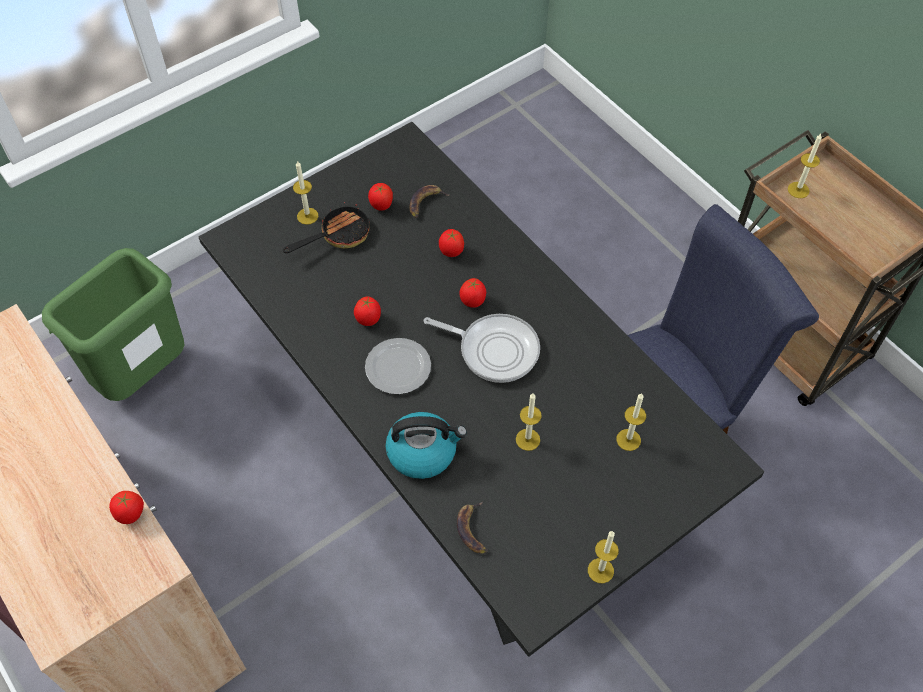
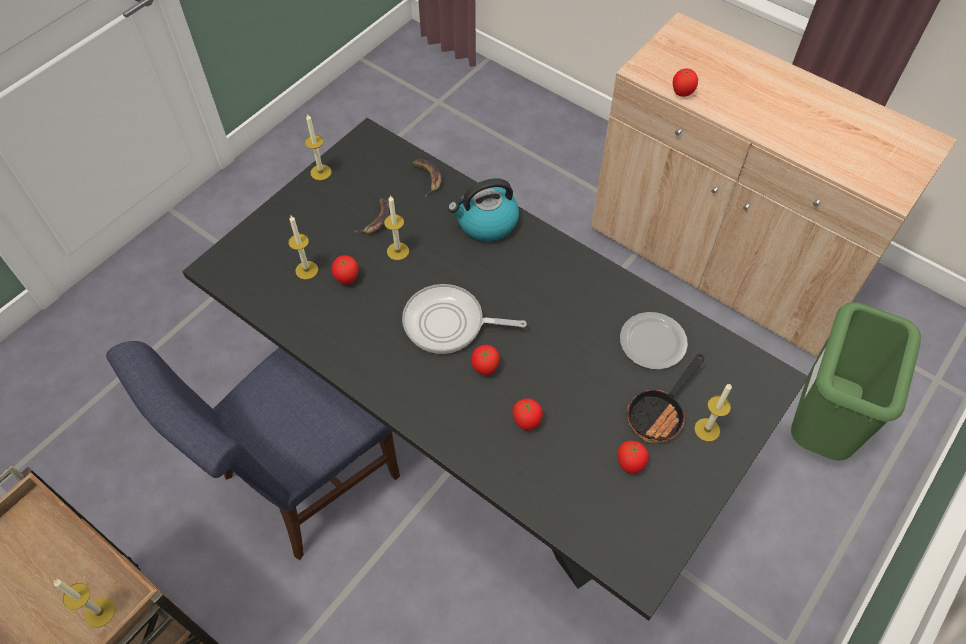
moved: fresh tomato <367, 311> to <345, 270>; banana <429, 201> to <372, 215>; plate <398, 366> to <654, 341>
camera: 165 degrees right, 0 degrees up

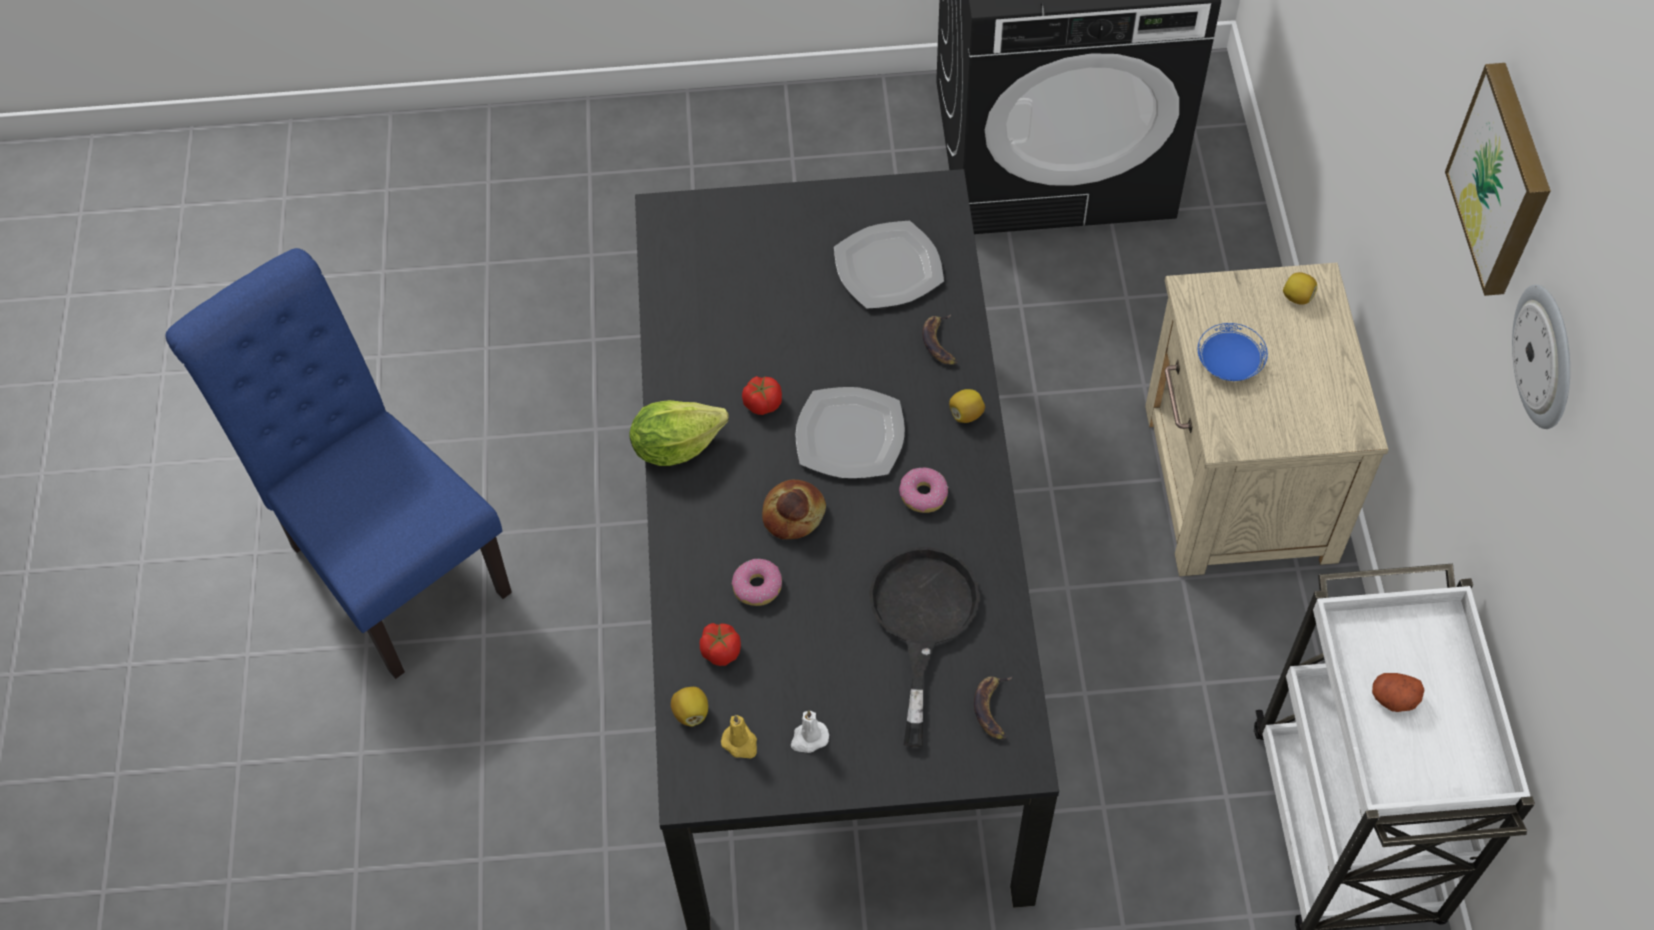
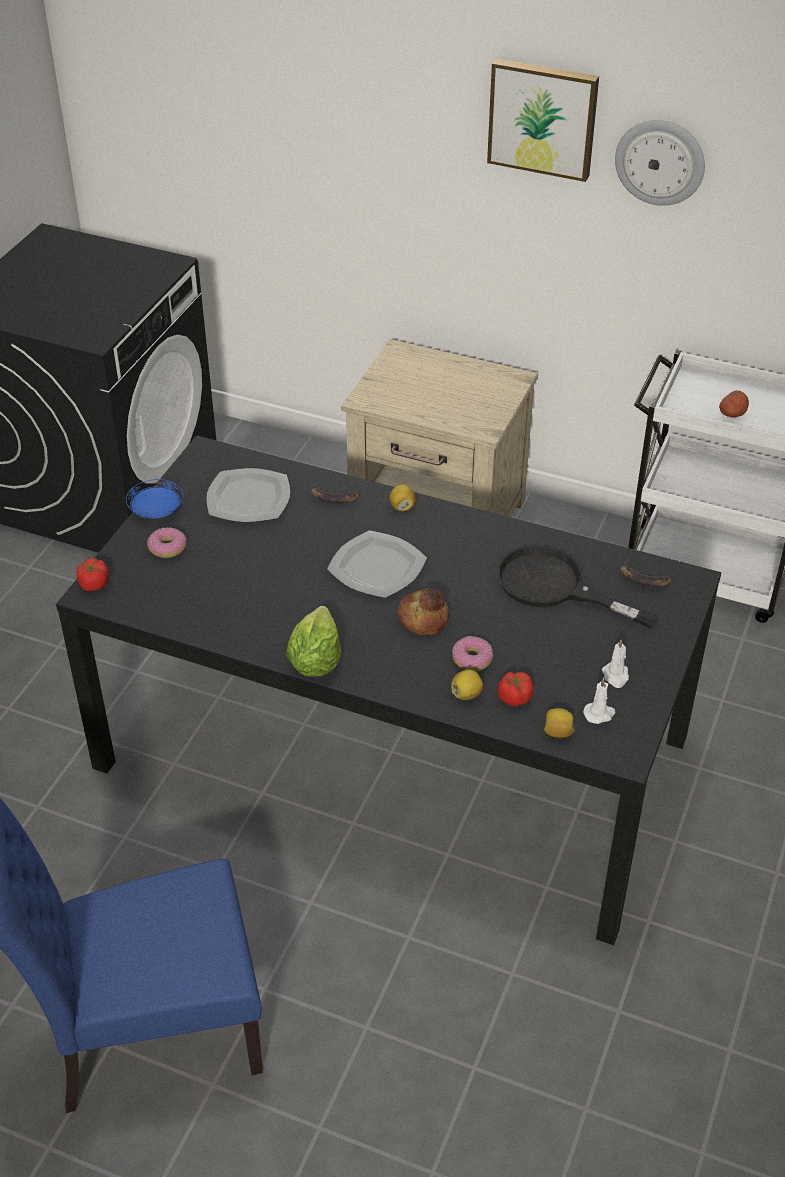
moved: fresh tomato <762, 395> to <93, 575>; plate/blue-coloured <1233, 352> to <154, 499>; ring doughnut <923, 490> to <167, 543>; citrus fruit <1300, 288> to <467, 684>
recoloured: wax light/yellowish <739, 736> to wax light/white-coloured <599, 701>
camera: 65 degrees left, 15 degrees down

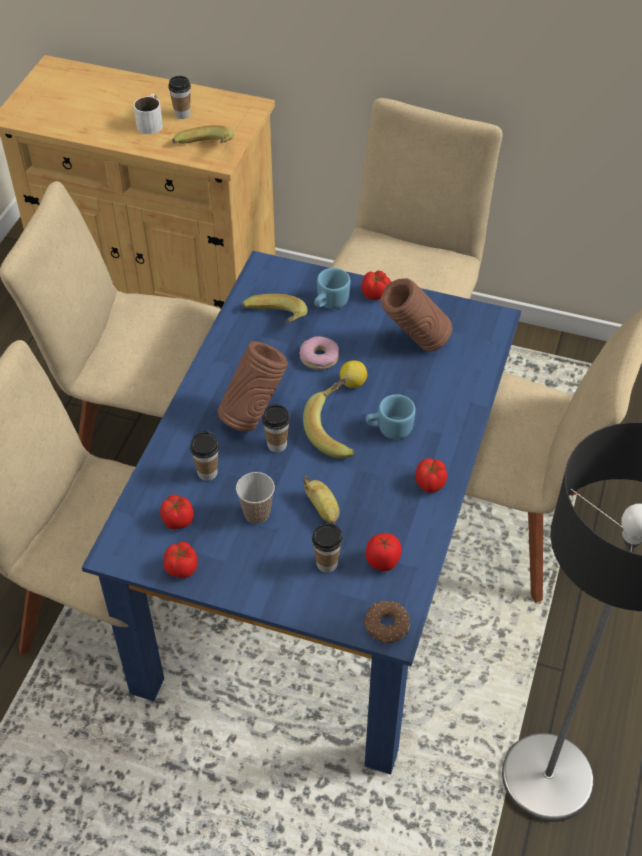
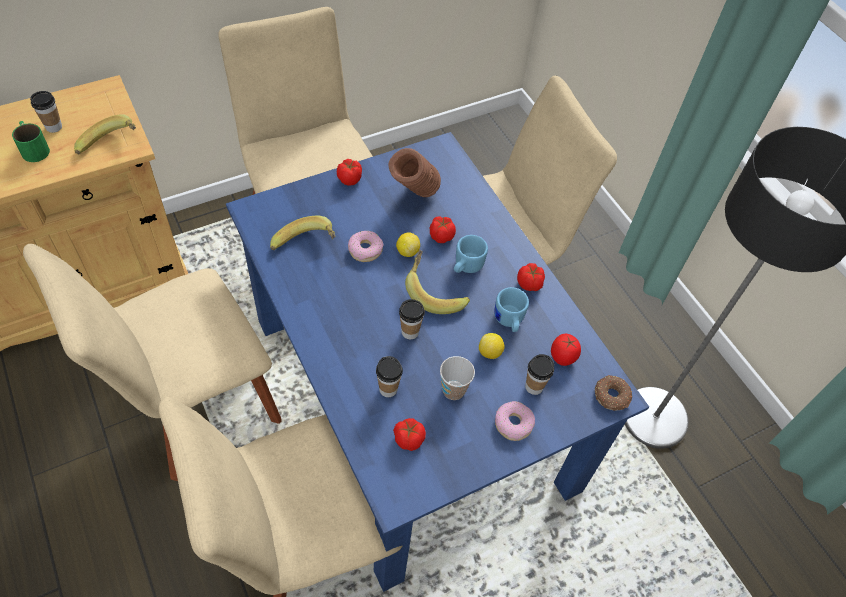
removed: flower vase/brown-coloured <253, 386>
added: ring doughnut <515, 421>
moved: fresh tomato <180, 560> to <443, 229>; tea mug/blue-coloured <332, 288> to <511, 309>
replaced: banana <321, 500> to citrus fruit <492, 346>
recoloured: tea mug/white-coloured <148, 114> to tea mug/greenish <31, 141>
camera: 50 degrees left, 5 degrees up

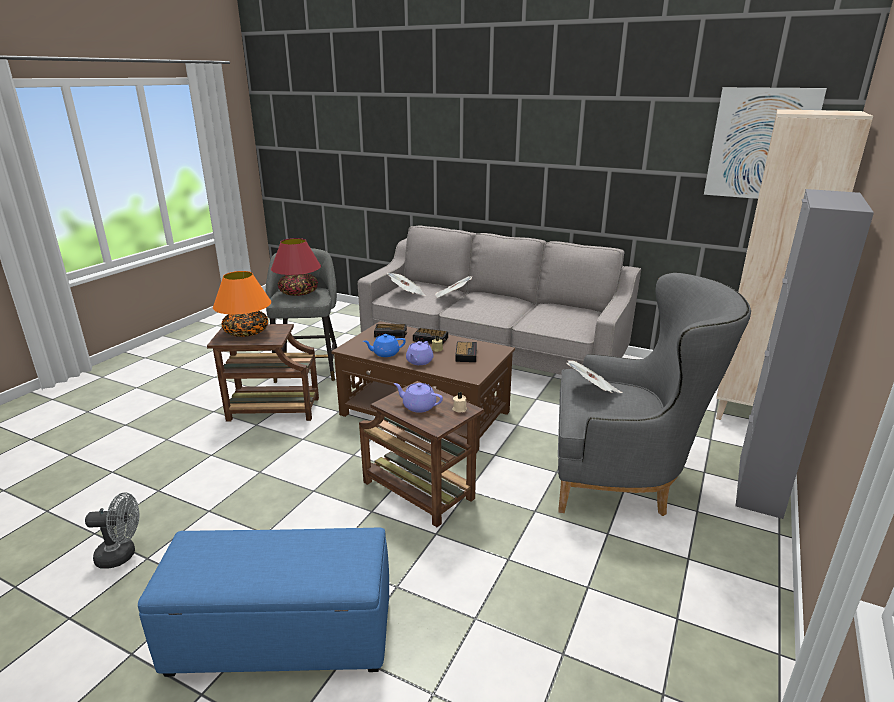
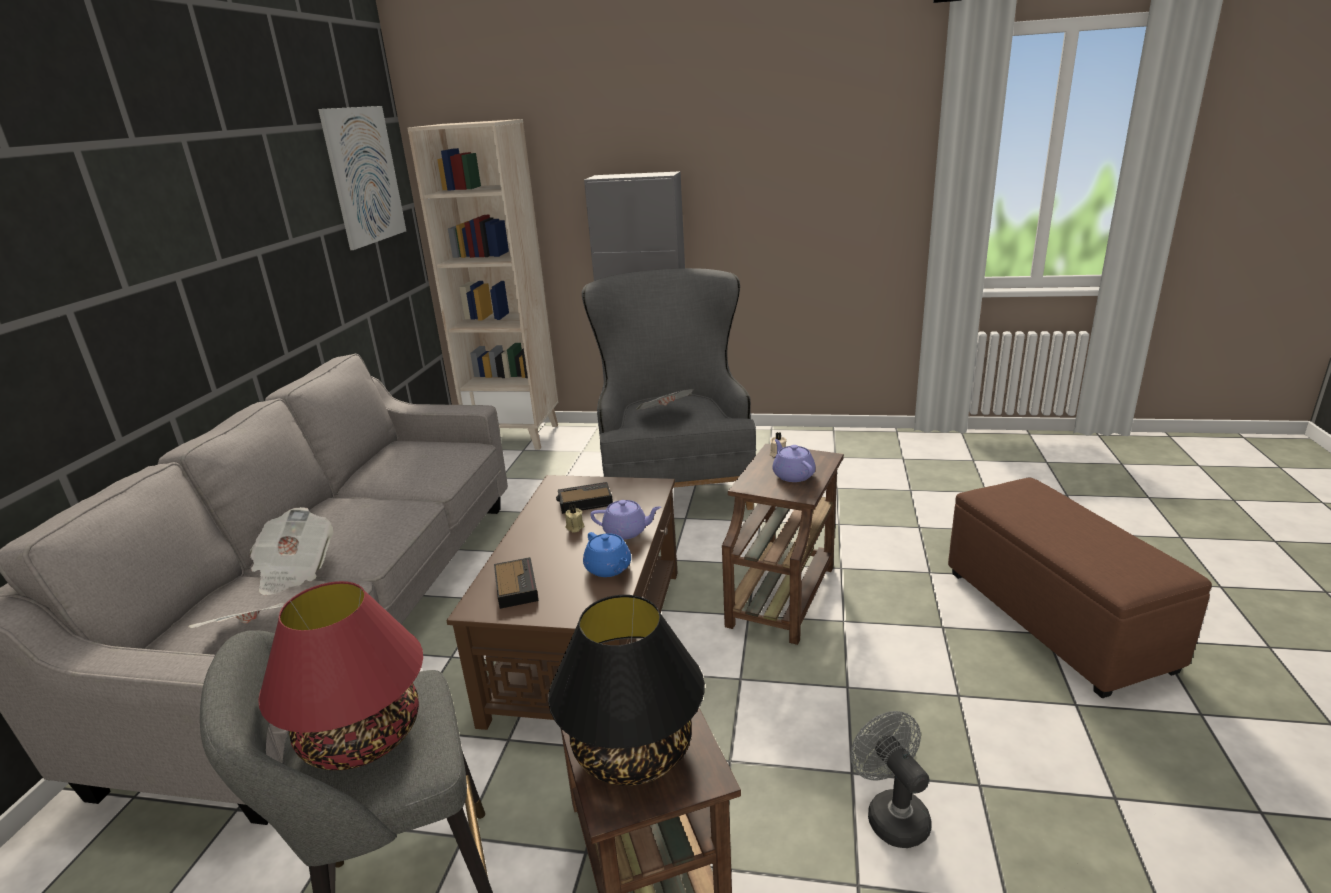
removed: table clock <430, 336>
moved: fan/gray <112, 531> to <891, 779>
recoloured: table lamp/orangey <242, 304> to table lamp/black <626, 690>; ottoman/blue-coloured <263, 602> to ottoman/brown-coloured <1080, 588>
turned: tea pot/purple <418, 398> = <794, 460> 150 degrees clockwise
camera: 105 degrees left, 0 degrees up

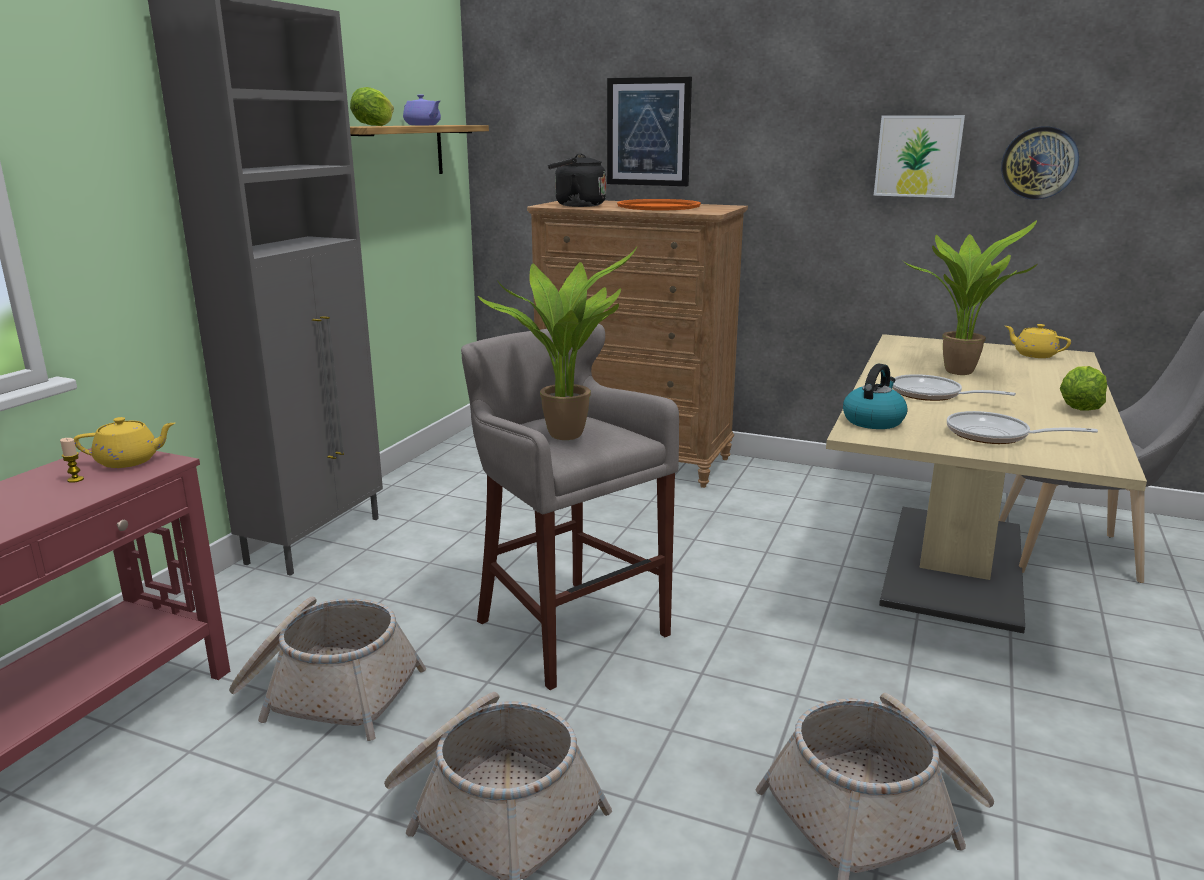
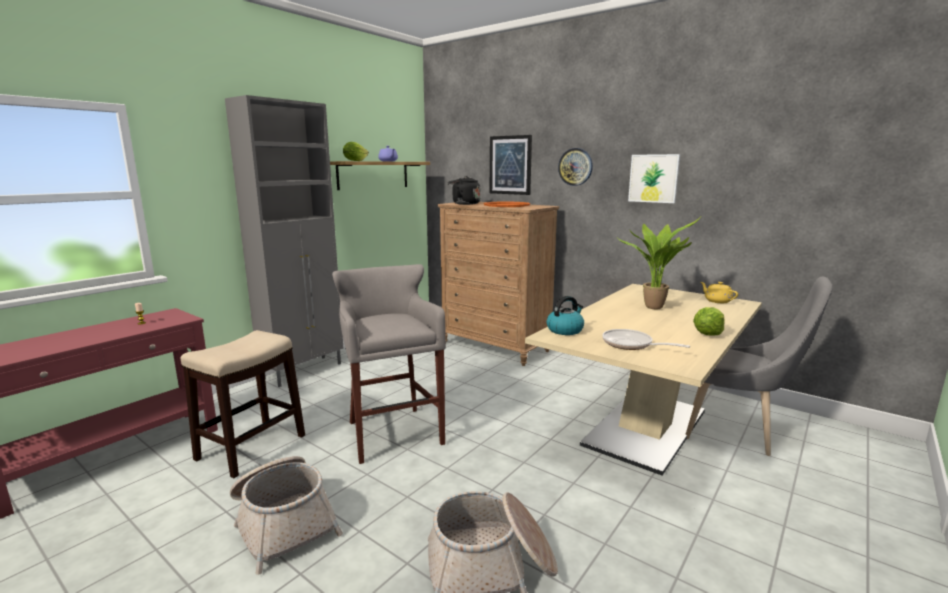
removed: tea pot/yellowish <124, 442>; plant in a pot <557, 343>; frying pan <954, 387>
moved: hanging clock <1040, 163> to <575, 167>
replaced: basket <327, 669> to stool seat <243, 404>
camera: 15 degrees right, 5 degrees down

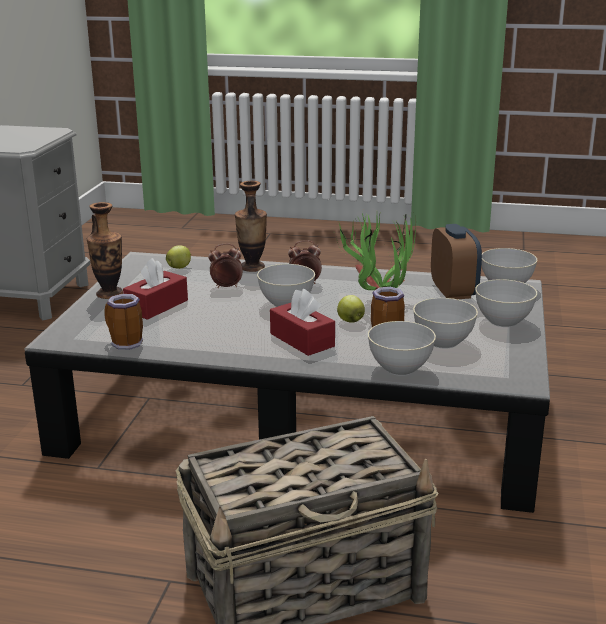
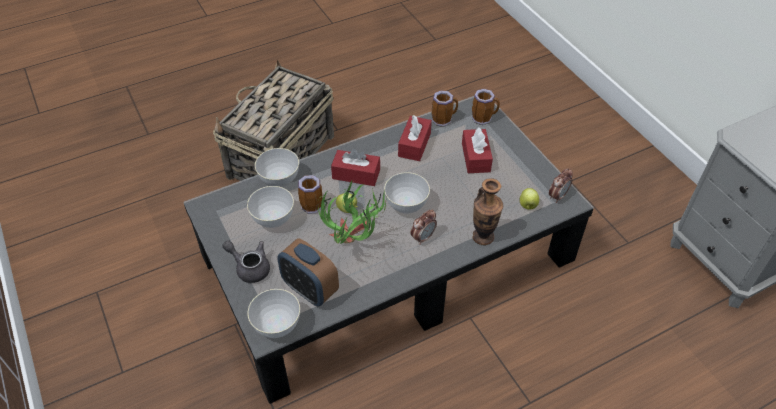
removed: flower vase <105, 250>
added: tissue holder/red <415, 138>; tea mug <486, 107>
moved: table clock <225, 266> to <561, 185>
replaced: serving bowl/gray <506, 303> to tea pot/gray <246, 261>
camera: 140 degrees right, 25 degrees up

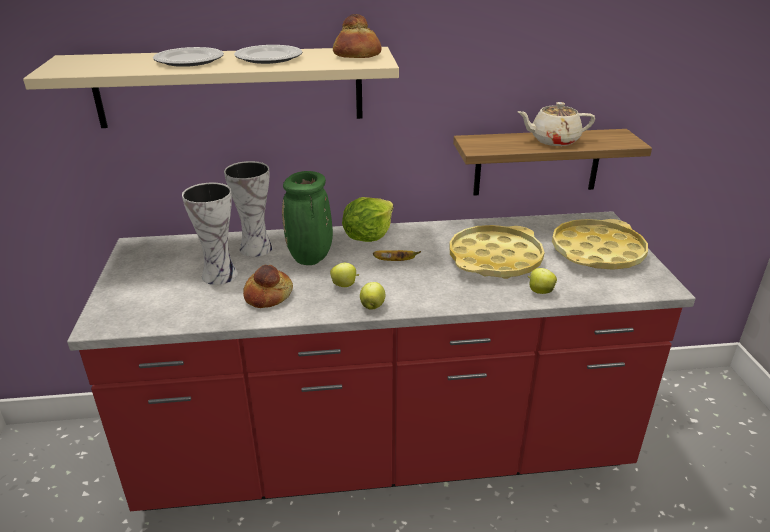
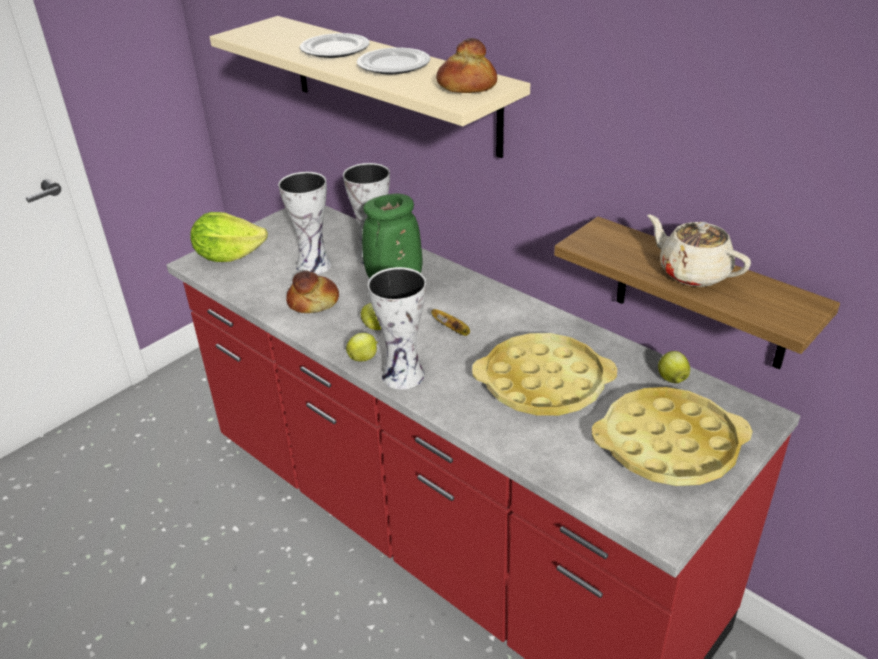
added: flower vase <396, 328>
moved: lettuce head <367, 219> to <229, 237>; whole apple <542, 281> to <674, 367>
camera: 50 degrees right, 5 degrees up

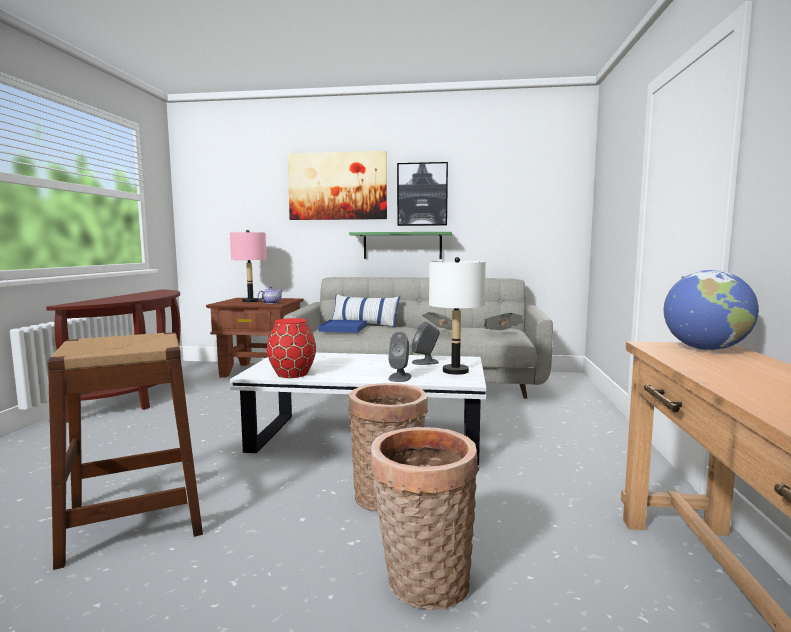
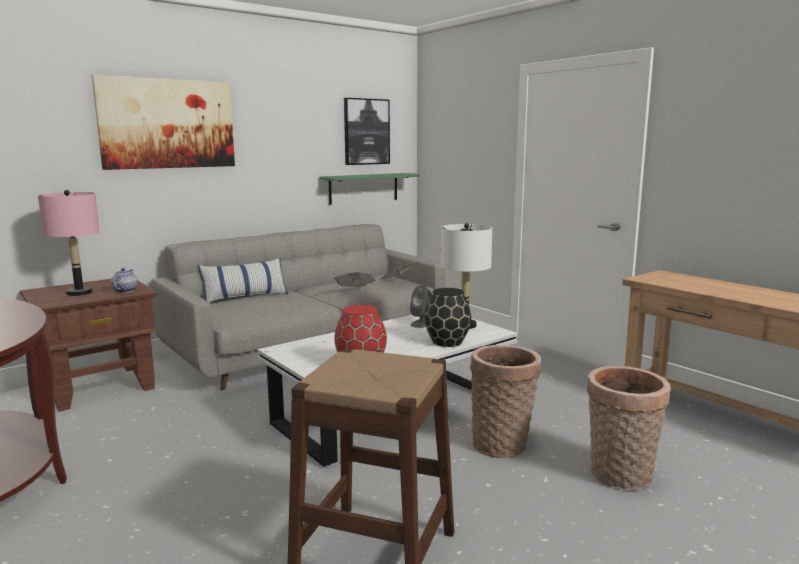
removed: carrying tray/blue-coloured <342, 326>; globe <711, 310>
moved: wall shelf/greenish <400, 245> to <369, 189>; picture <422, 194> to <367, 131>
replaced: speaker/gray <399, 357> to flower vase/black <447, 317>
camera: 45 degrees left, 5 degrees up

